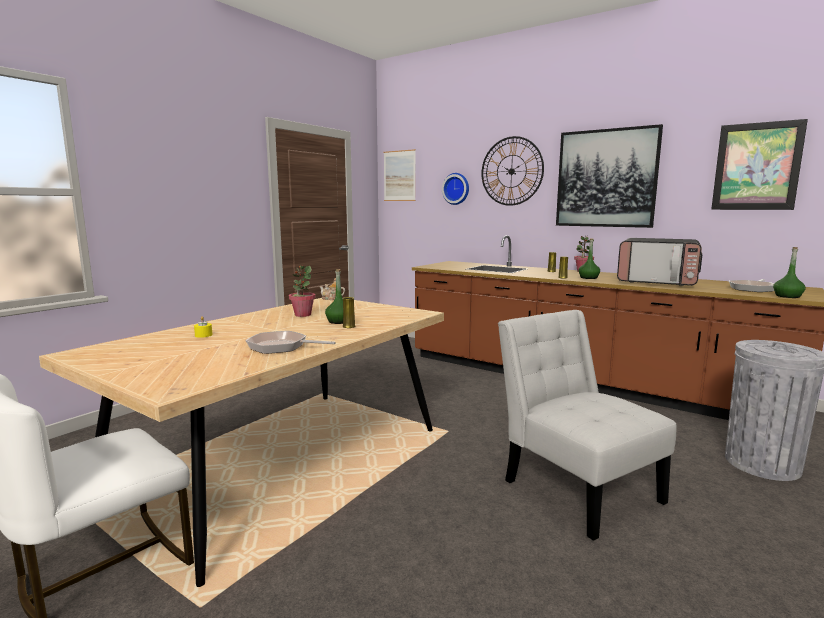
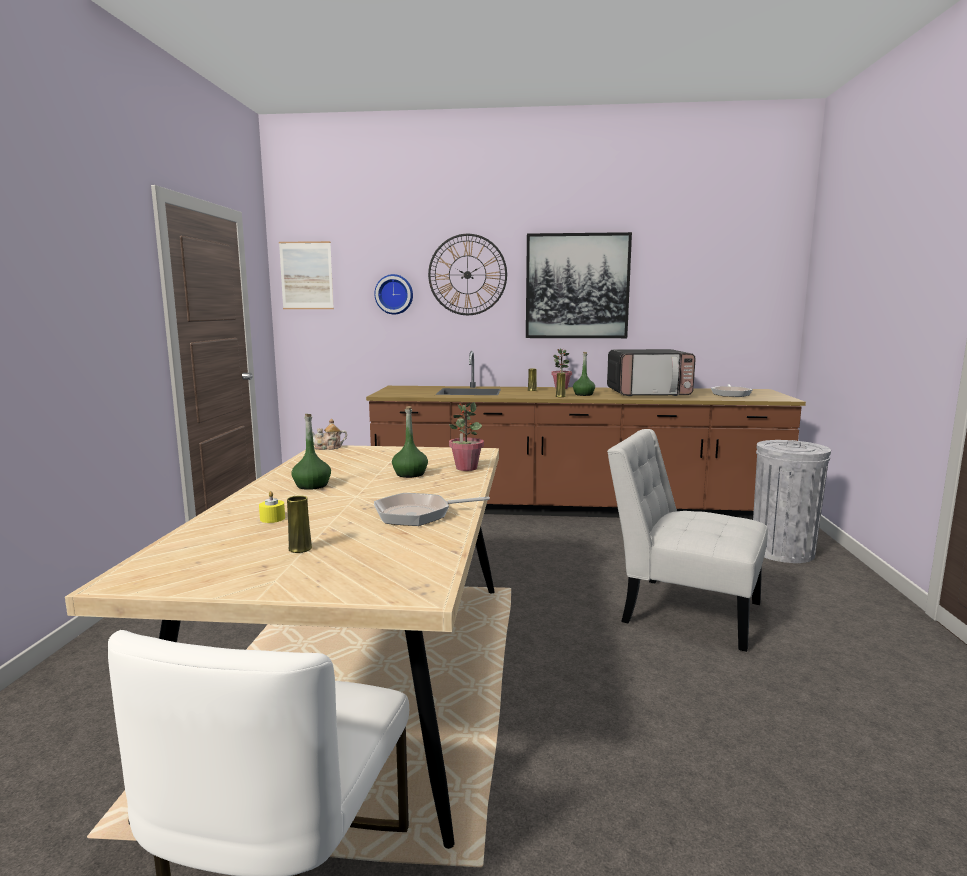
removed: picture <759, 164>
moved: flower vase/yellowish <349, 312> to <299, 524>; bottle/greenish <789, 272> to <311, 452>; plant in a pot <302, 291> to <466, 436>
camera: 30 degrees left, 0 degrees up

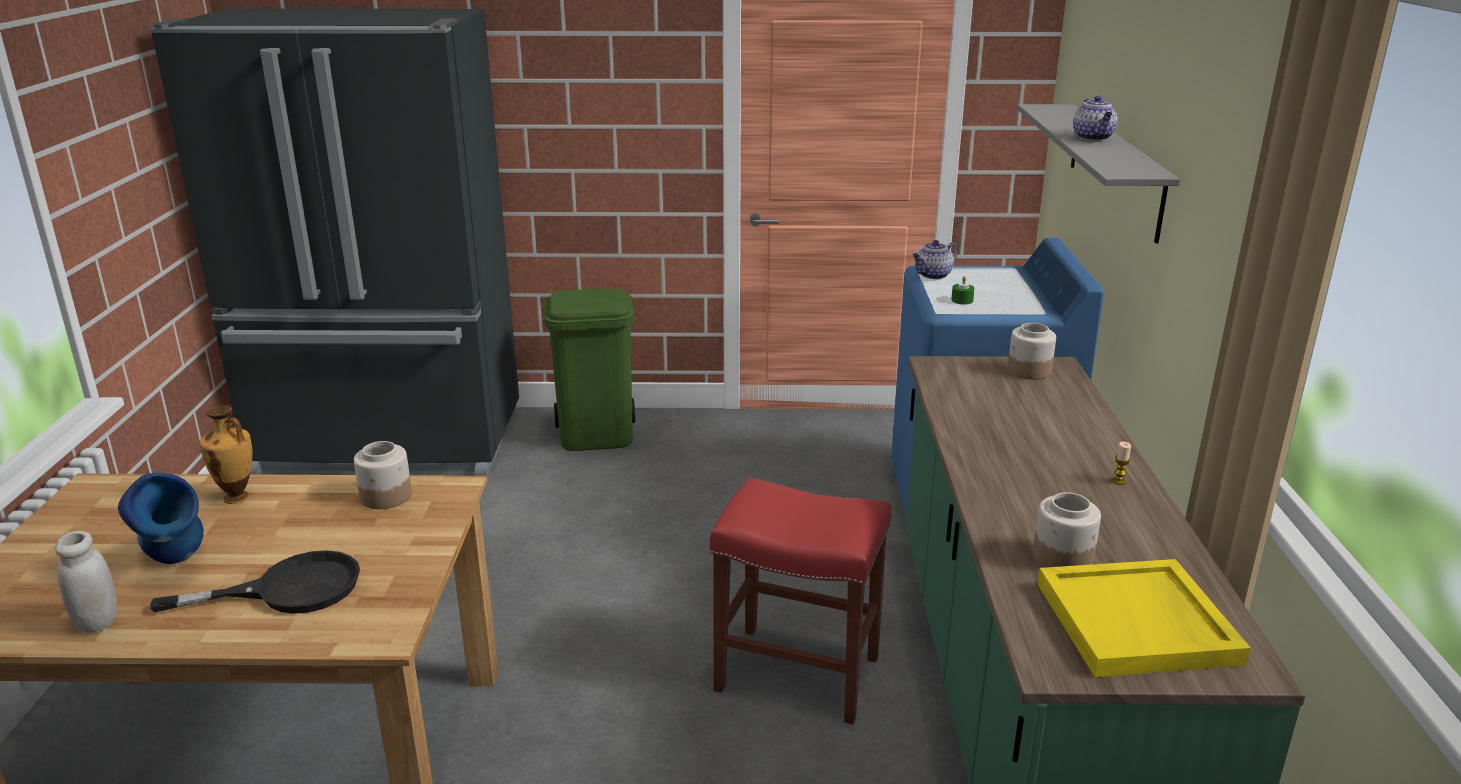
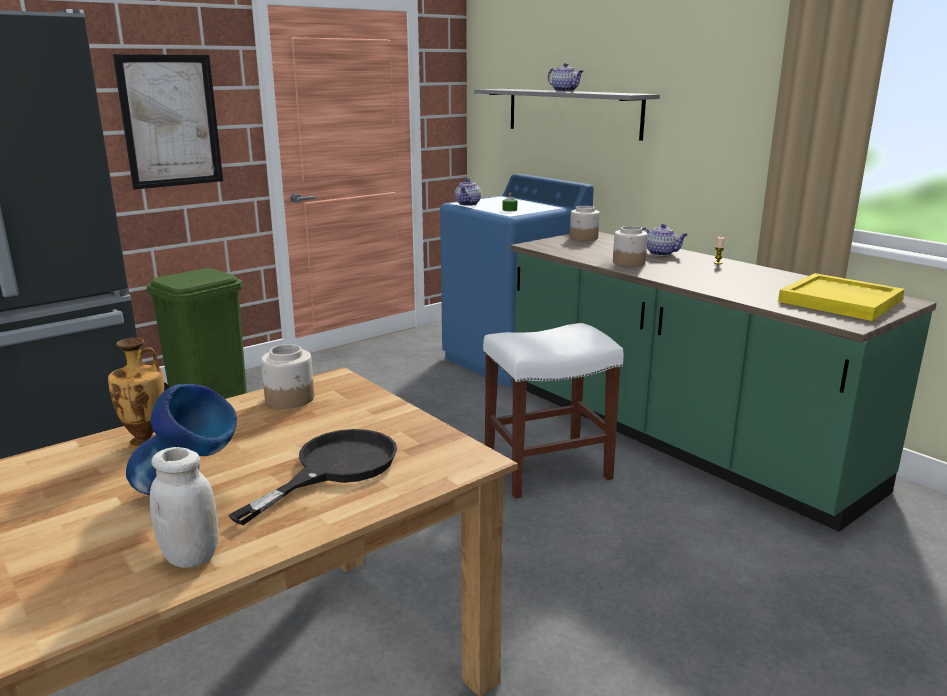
added: picture <168, 121>; tea pot <665, 240>
moved: storage jar <1067, 530> to <630, 246>
recoloured: stool seat/red <801, 601> to stool seat/white-coloured <553, 411>
camera: 40 degrees left, 5 degrees down

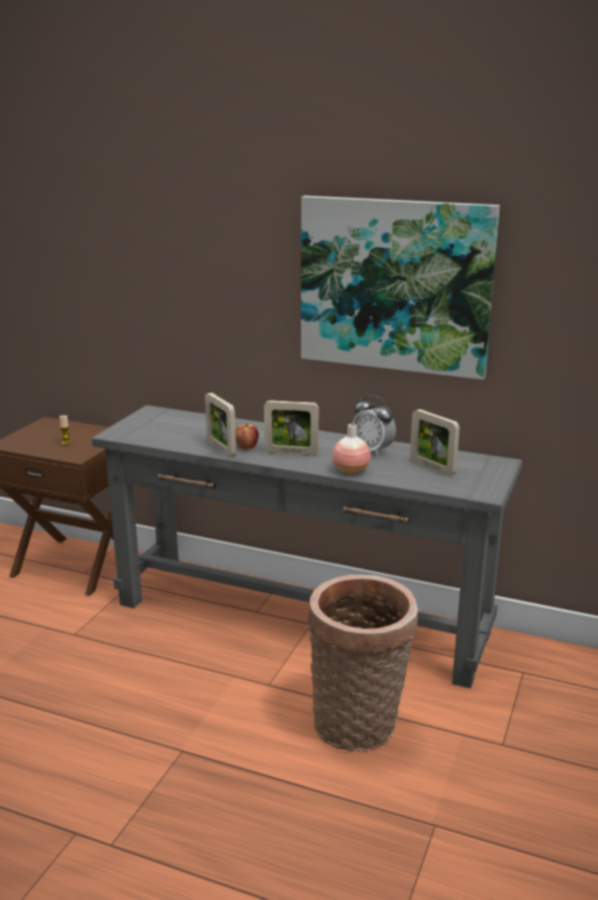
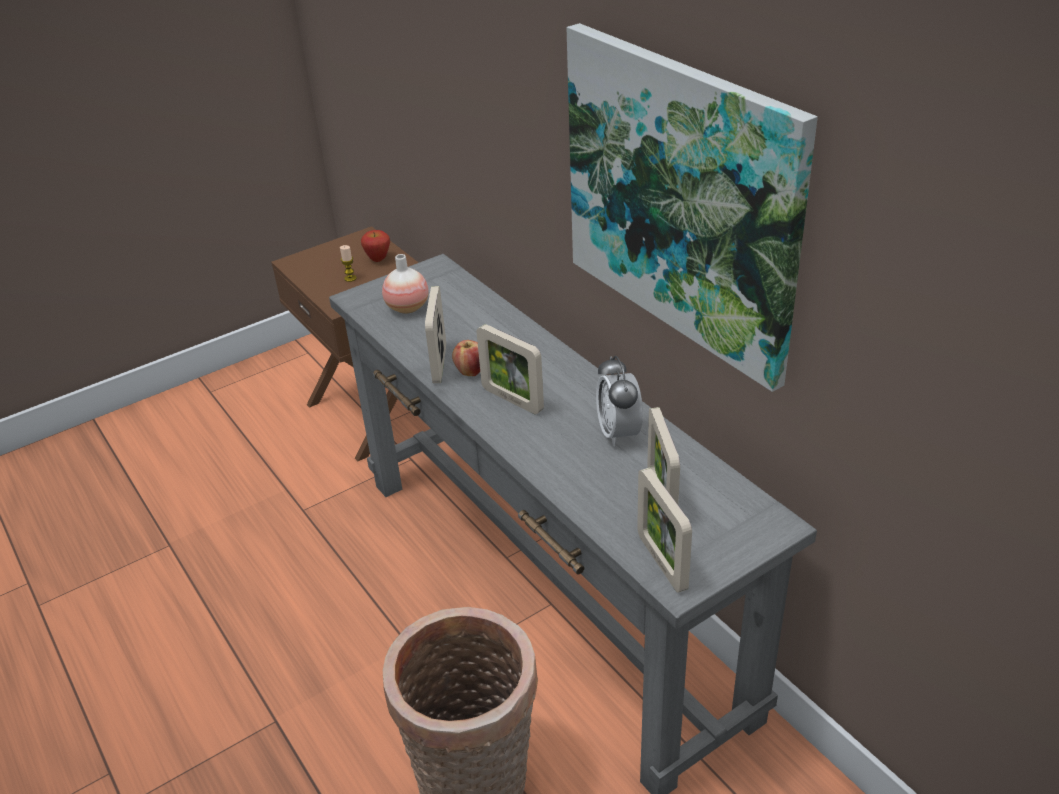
added: whole apple <375, 246>; standing frame <664, 530>
moved: flower vase <351, 449> to <405, 284>
camera: 35 degrees right, 15 degrees up

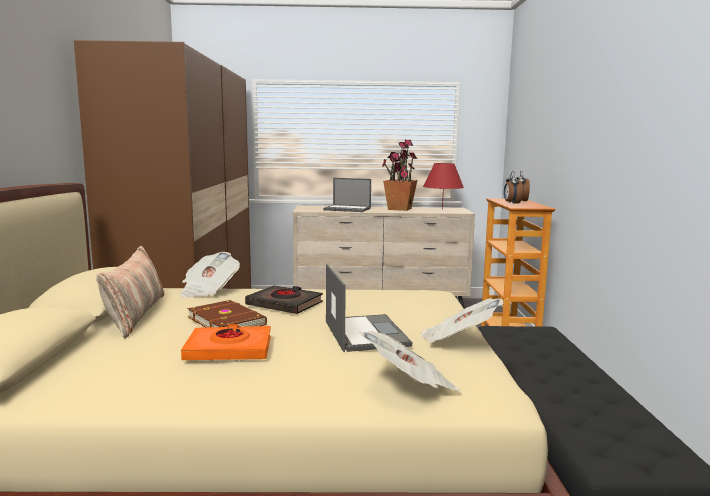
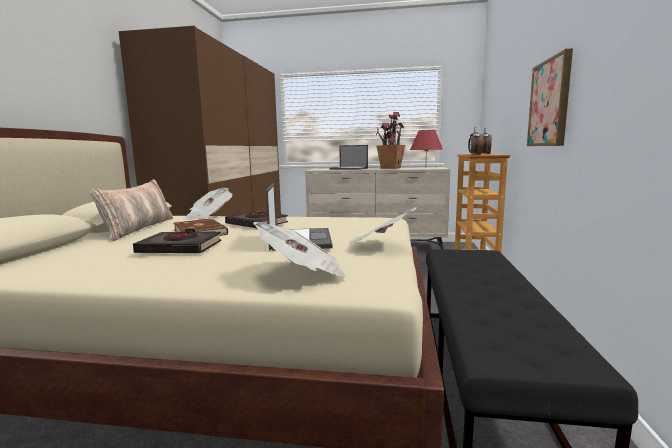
added: picture <550, 97>
recoloured: volume/orangey <226, 342> to volume/black <177, 241>
camera: 10 degrees right, 0 degrees up

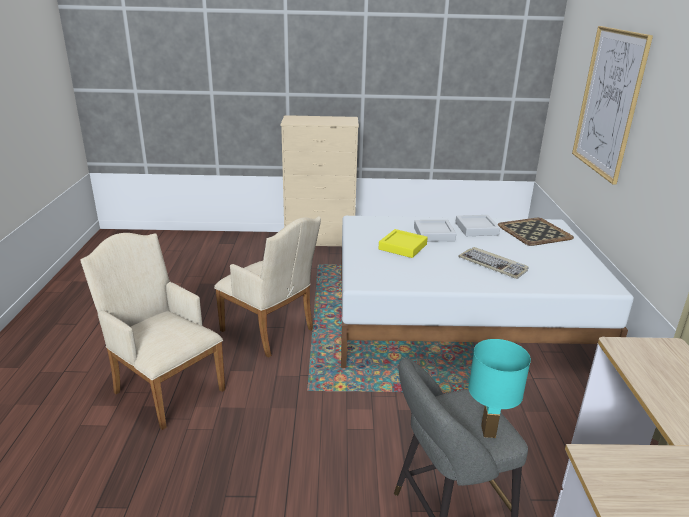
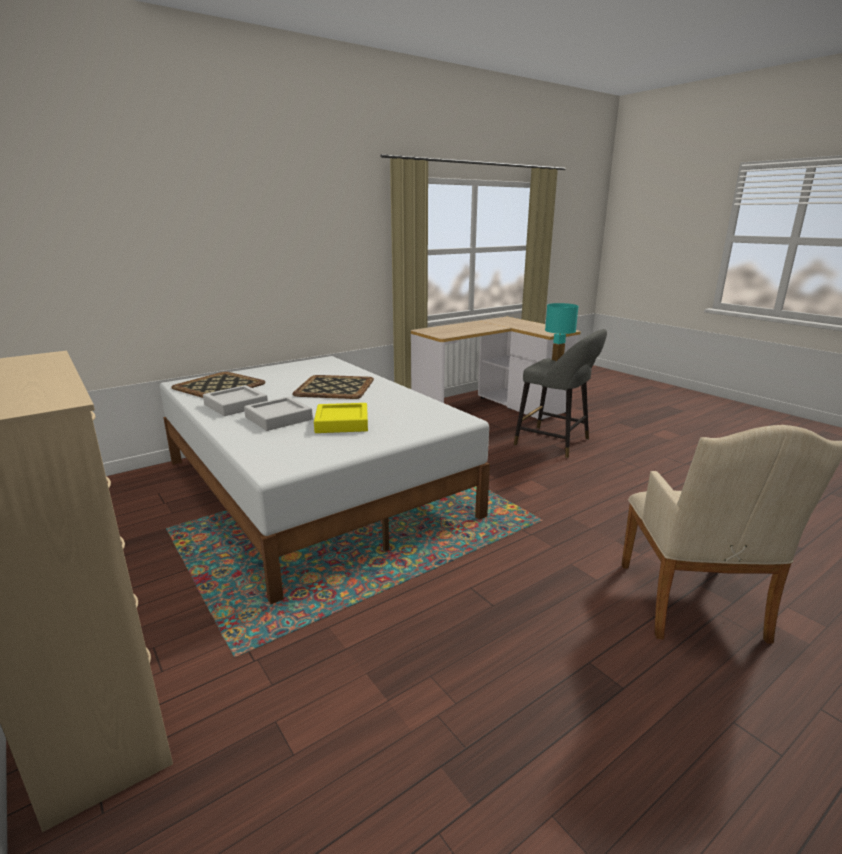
removed: easy chair/beige-coloured <267, 287>; picture <612, 105>
replaced: PC keyboard <493, 263> to carrying tray <333, 387>
camera: 125 degrees left, 5 degrees down

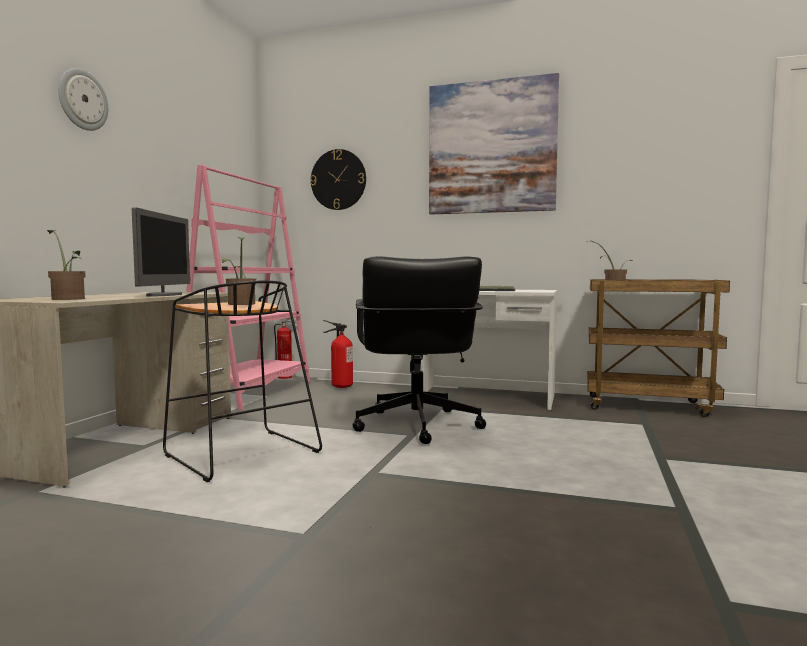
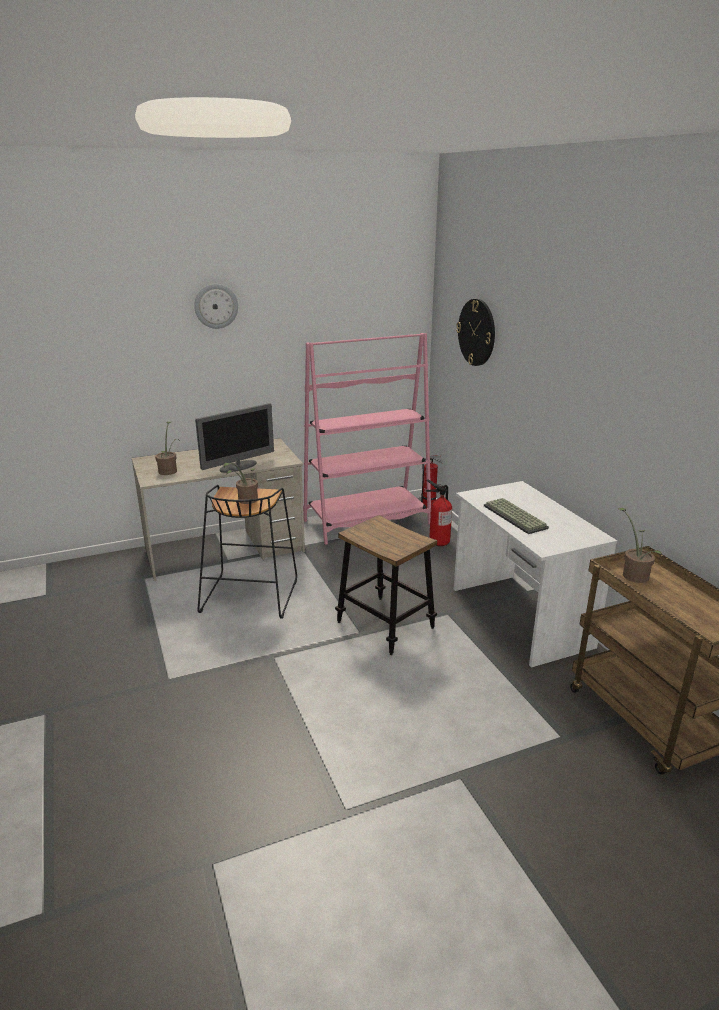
removed: picture <494, 144>
replaced: desk chair/black <419, 350> to stool seat <386, 585>
camera: 50 degrees right, 20 degrees up

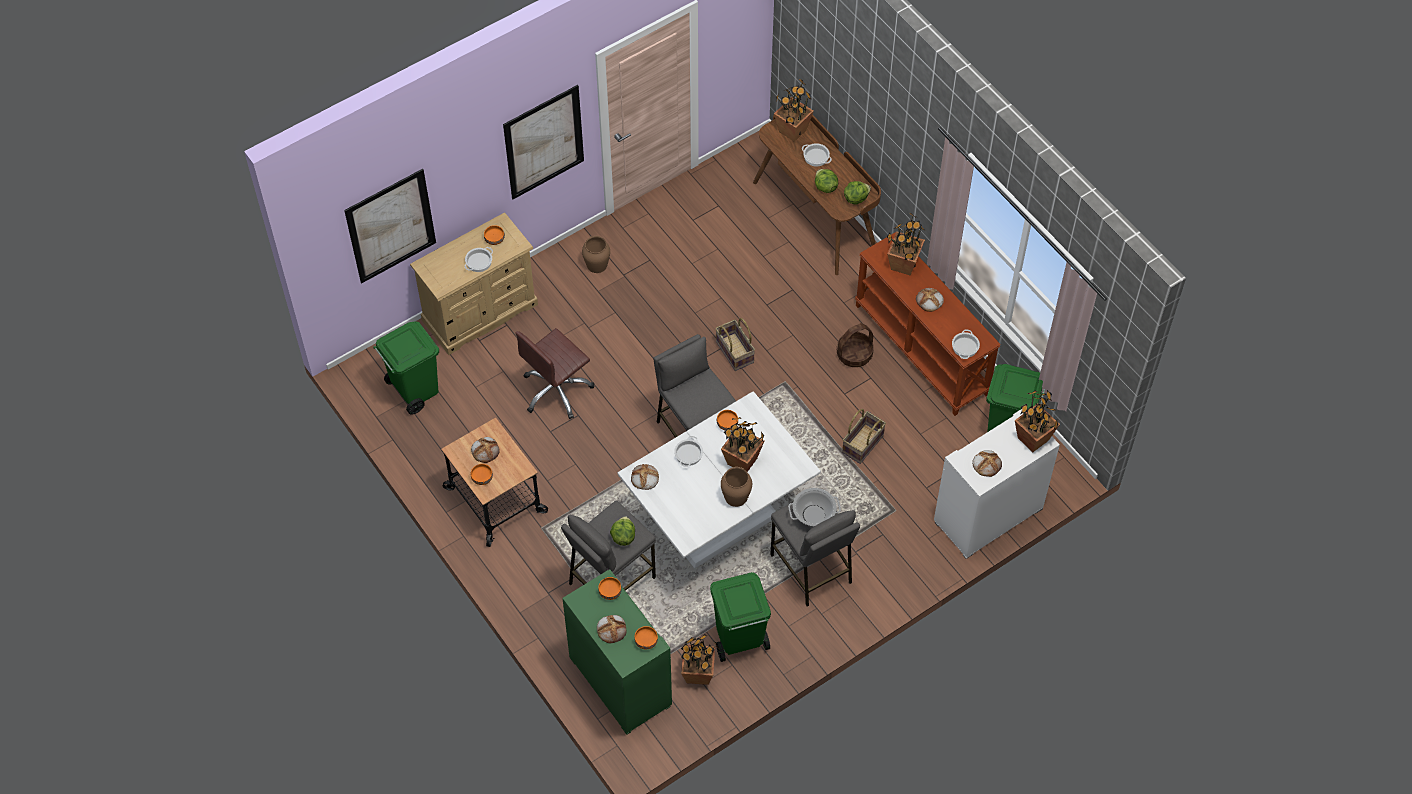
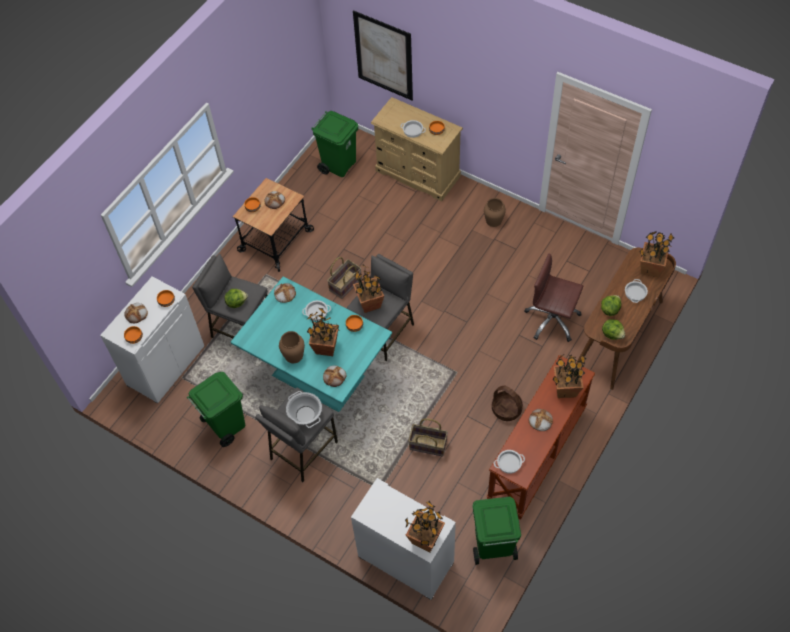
removed: picture <543, 142>
moved: bread <987, 463> to <334, 376>; basket <735, 344> to <344, 278>; plant in a pot <700, 659> to <368, 289>; desk chair/brown-coloured <554, 373> to <553, 298>
recoloured: cabinet/greenish <617, 652> to cabinet/white-coloured <152, 339>; dinner table/white-coloured <719, 480> to dinner table/turquoise-coloured <311, 344>
camera: 70 degrees right, 0 degrees up

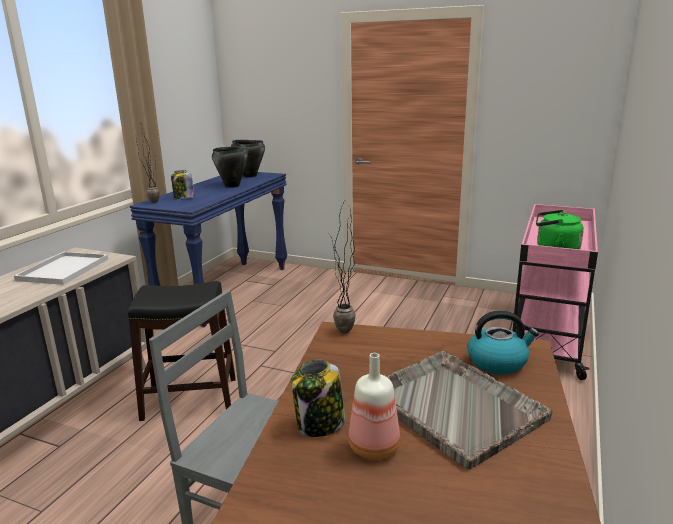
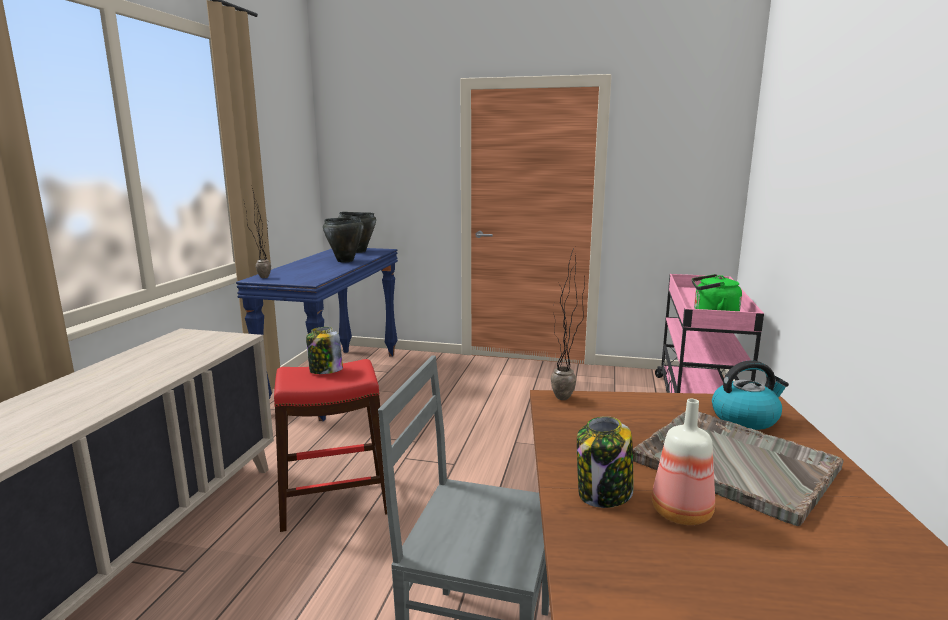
removed: carrying tray/white-coloured <61, 268>
moved: storage jar <183, 184> to <324, 350>
recoloured: stool seat/black <182, 351> to stool seat/red <330, 445>
camera: 10 degrees left, 5 degrees down

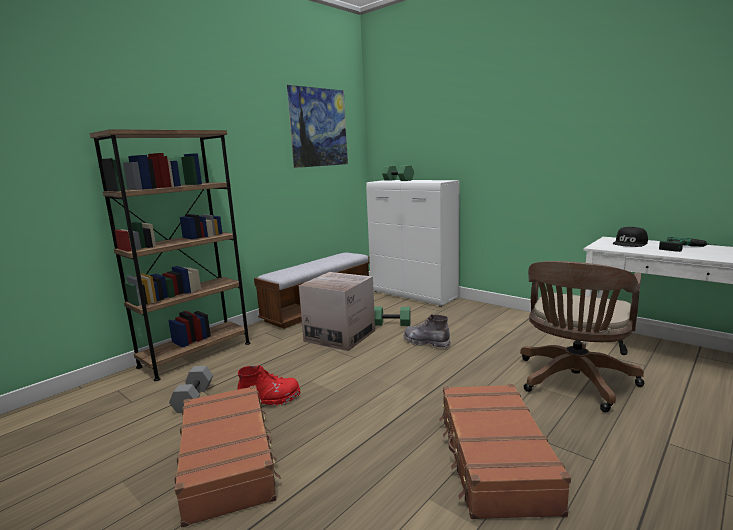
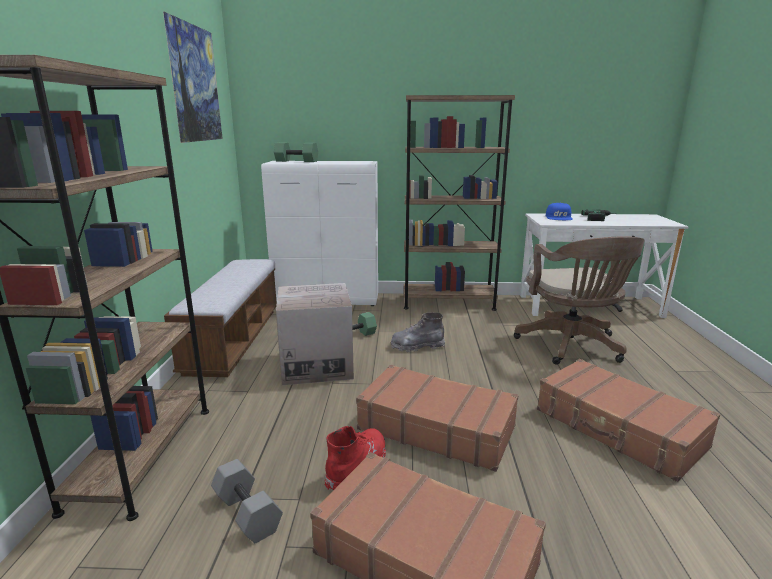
added: travel case/brown-coloured <437, 418>; shelving unit/brown-coloured <459, 203>
recoloured: cap/black <630, 237> to cap/blue-coloured <559, 211>
camera: 40 degrees left, 5 degrees up

